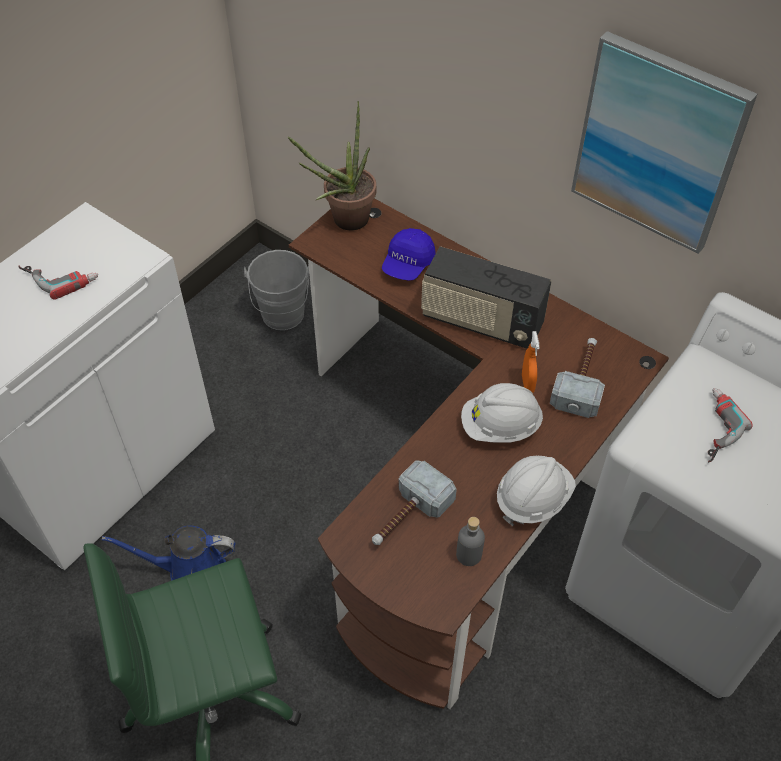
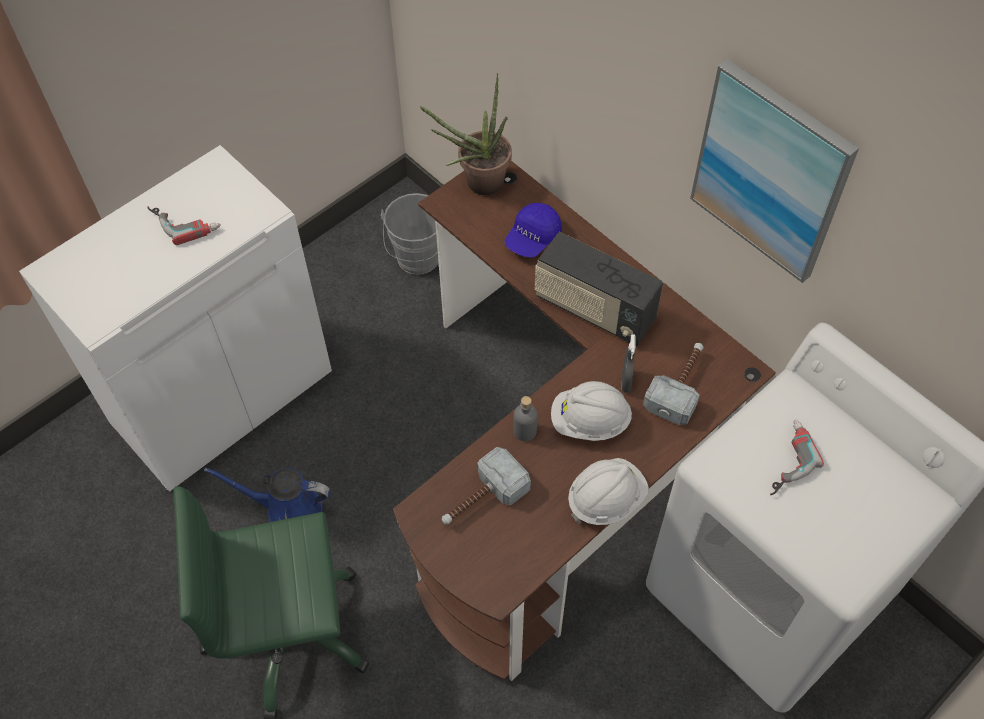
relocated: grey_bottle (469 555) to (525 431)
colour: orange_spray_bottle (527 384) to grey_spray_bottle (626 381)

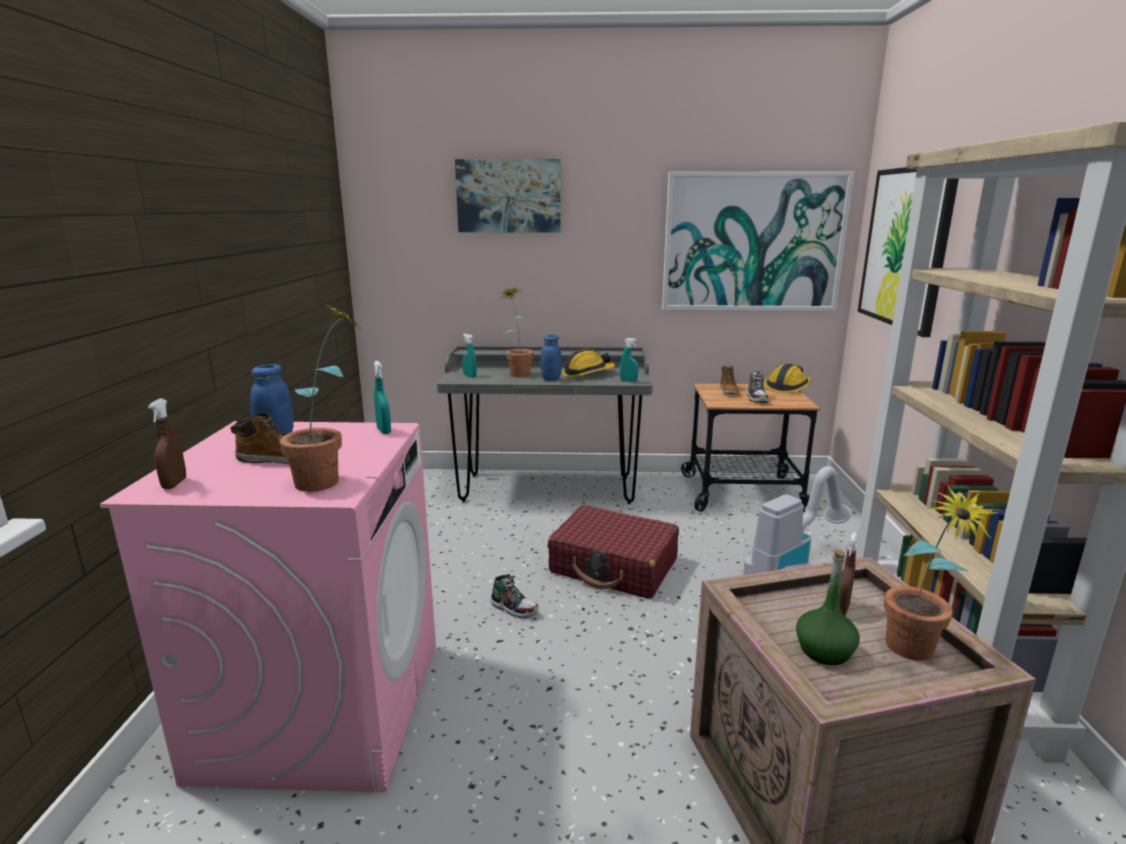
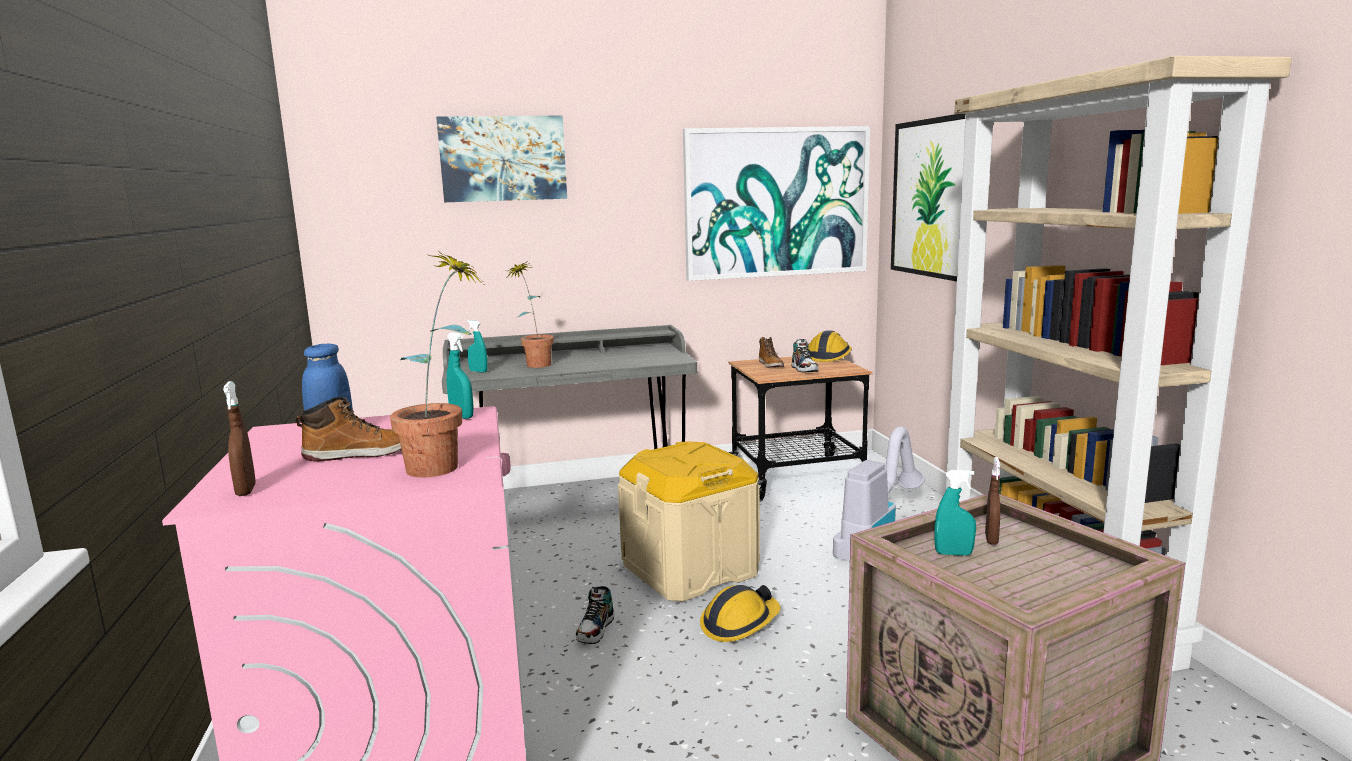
missing: blue_jar (551 379); green_bottle (824 651); potted_plant (914 655)
relocated: hard_hat (587 373) to (739 624); turquoise_spray_bottle (628 381) to (953 553)
exchanged: red_suitcase (614 566) to beige_storage_box (690 569)
spun: shoe (514 608) = (595 630) 90 degrees clockwise

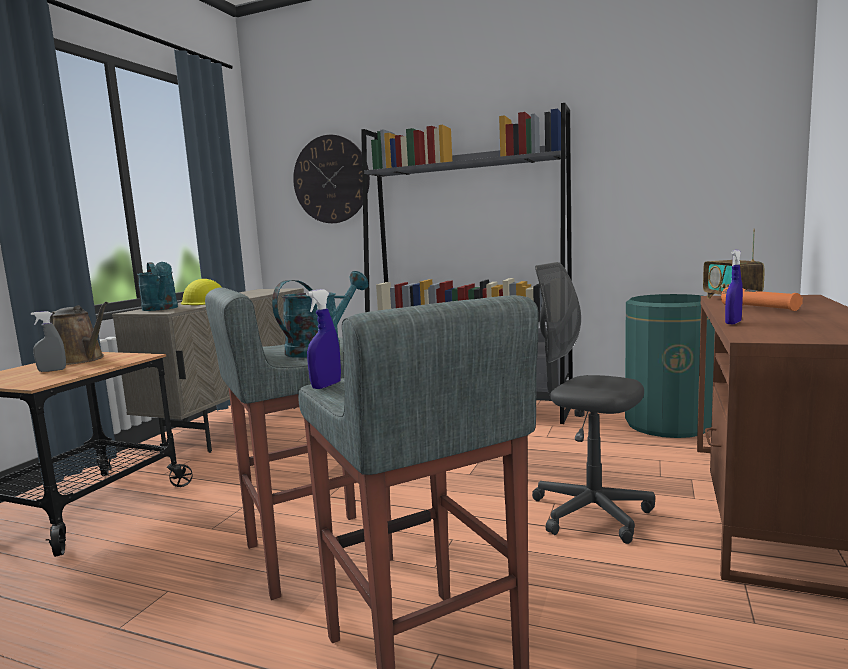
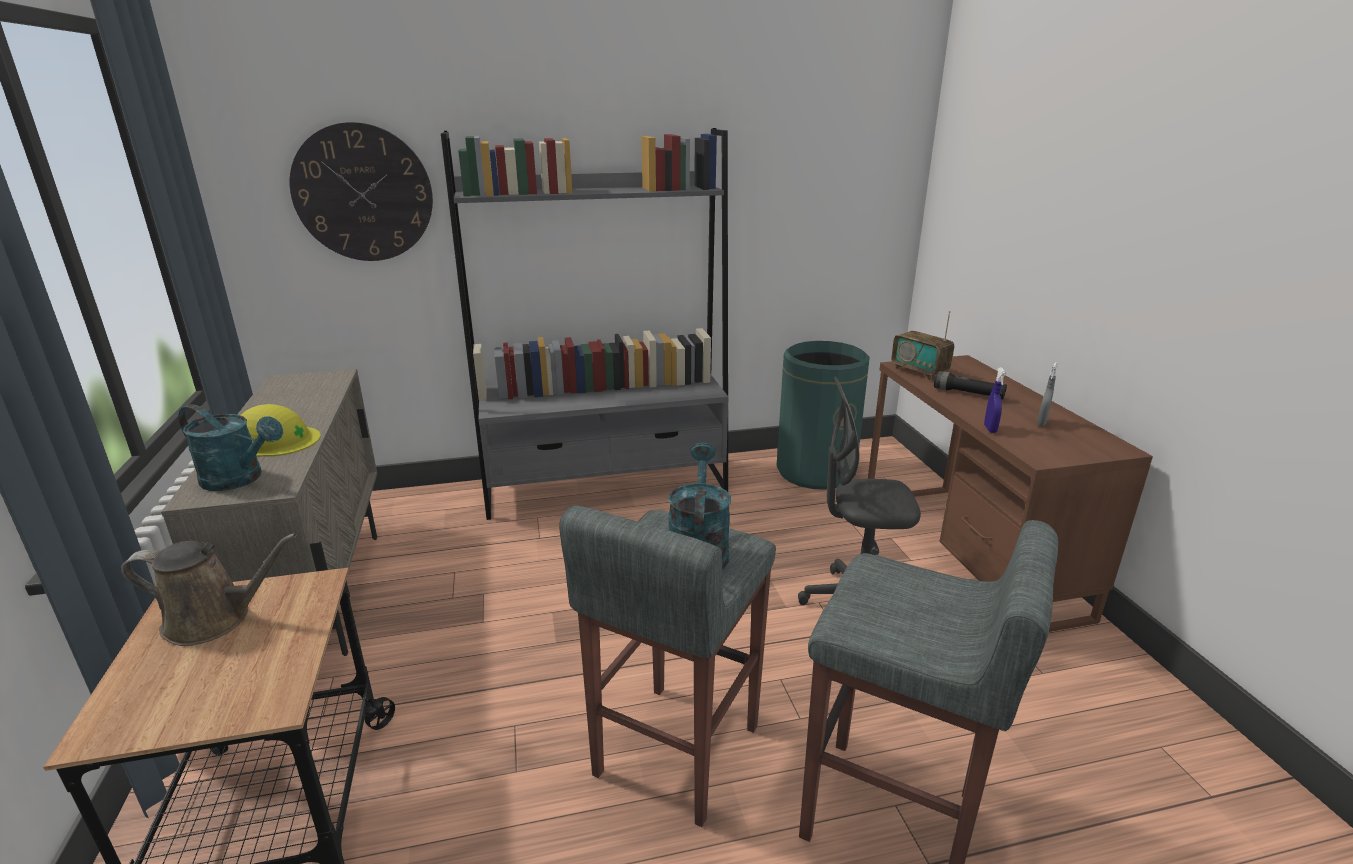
missing: blue_spray_bottle (326 385)
relocated: grey_spray_bottle (52 370) to (1041 423)
colour: orange_flashlight (759 309) to black_flashlight (968 394)

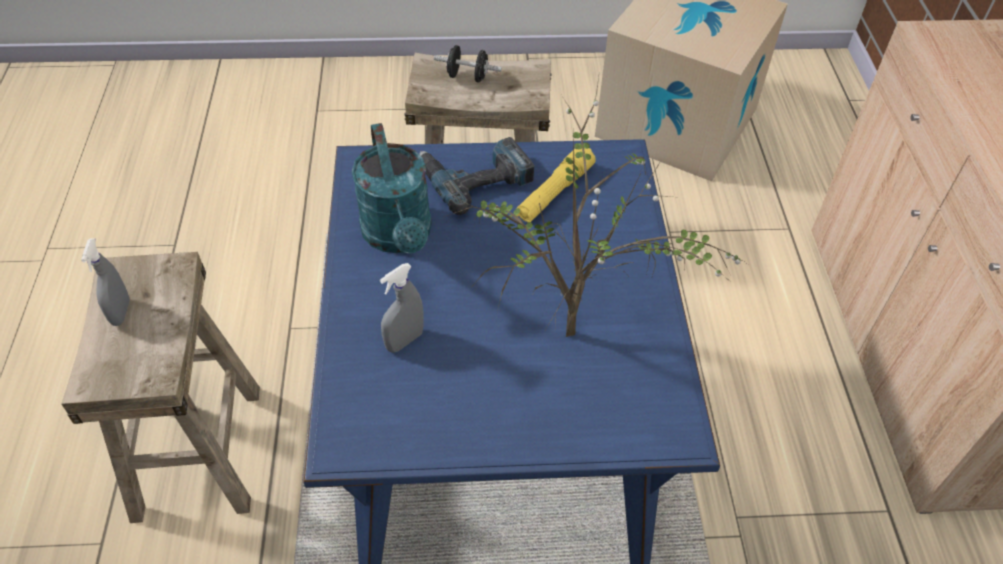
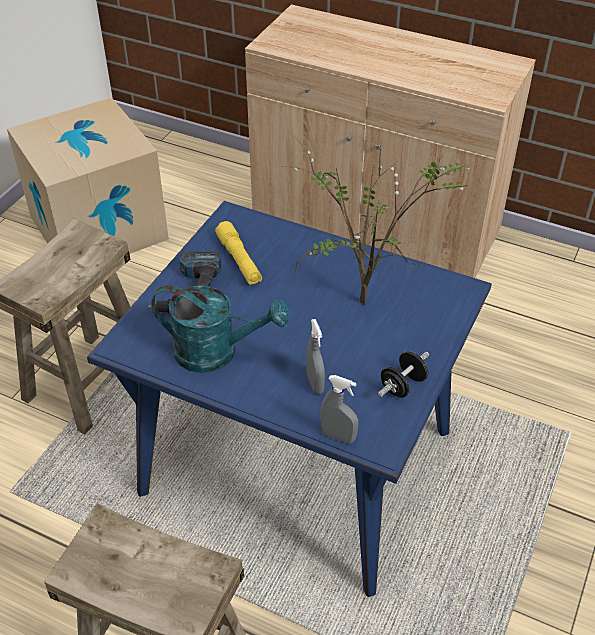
relocated: grey_spray_bottle (121 312) to (338 436); black_dumbbell (467 77) to (402 385)

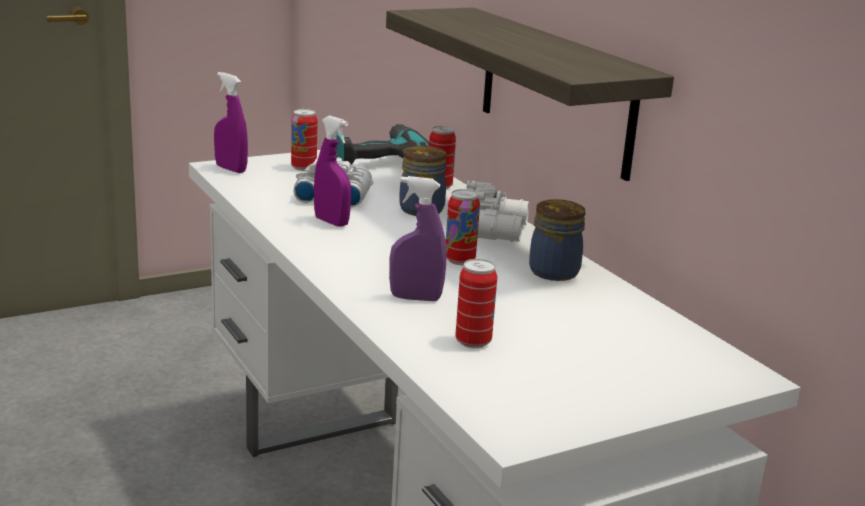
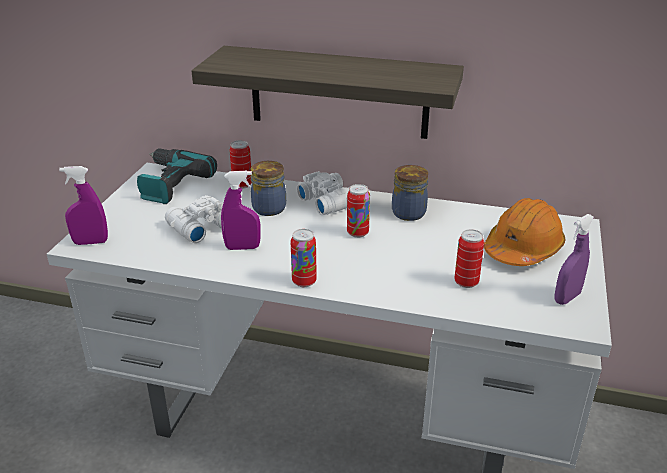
appeared: orange_hard_hat (523 249)
relocated: can (303 168) to (304 282); purple_spray_bottle (415 298) to (567 298)

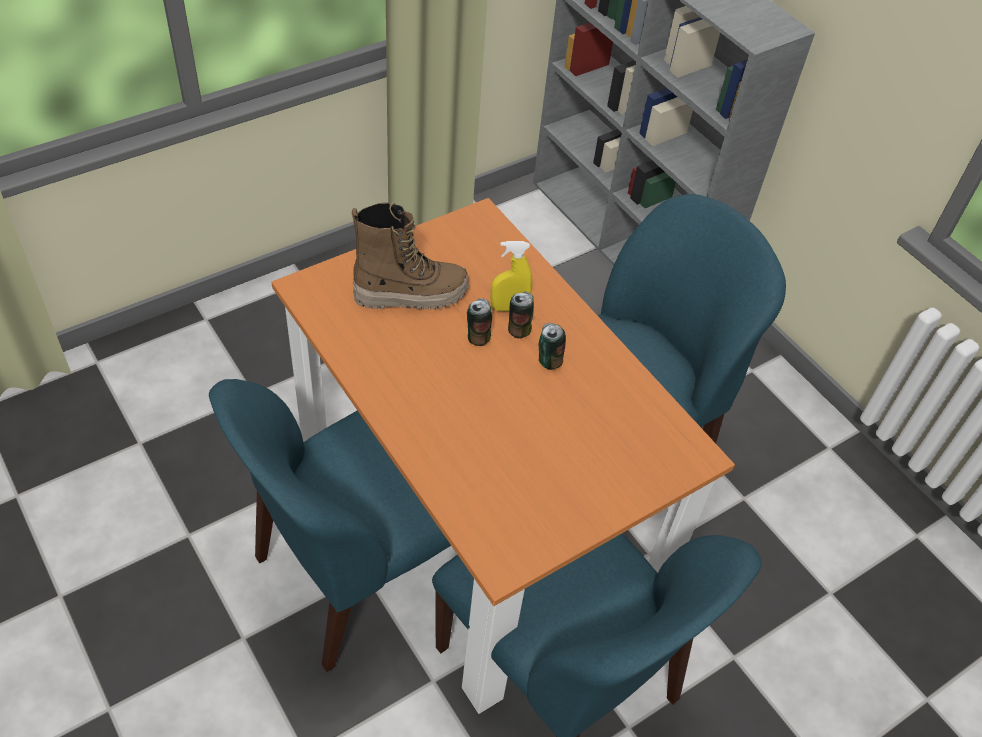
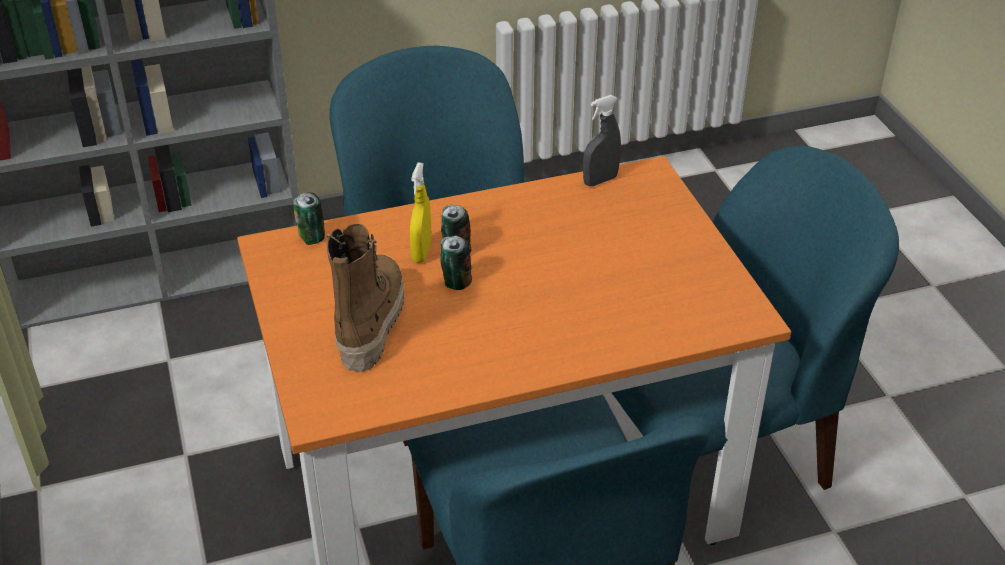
appeared: grey_spray_bottle (600 180)
relocated: can (548 361) to (311 238)

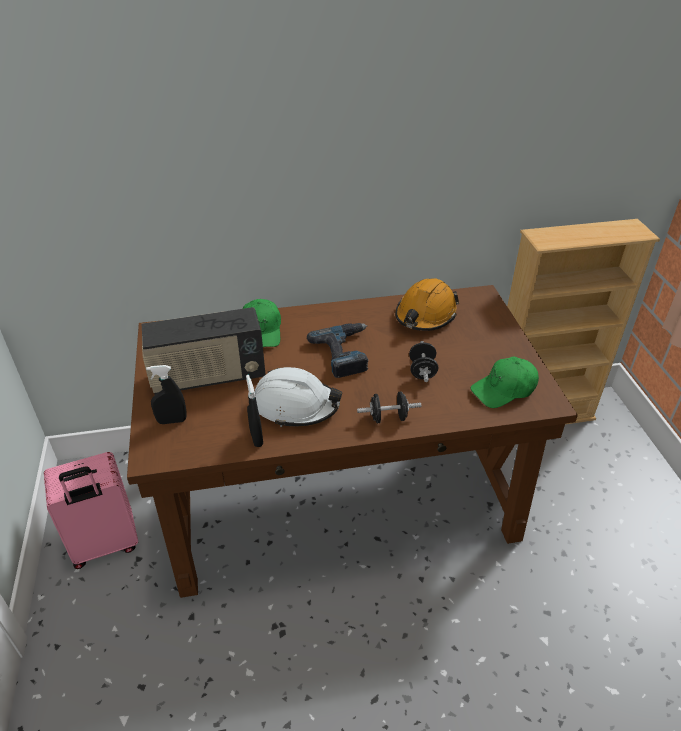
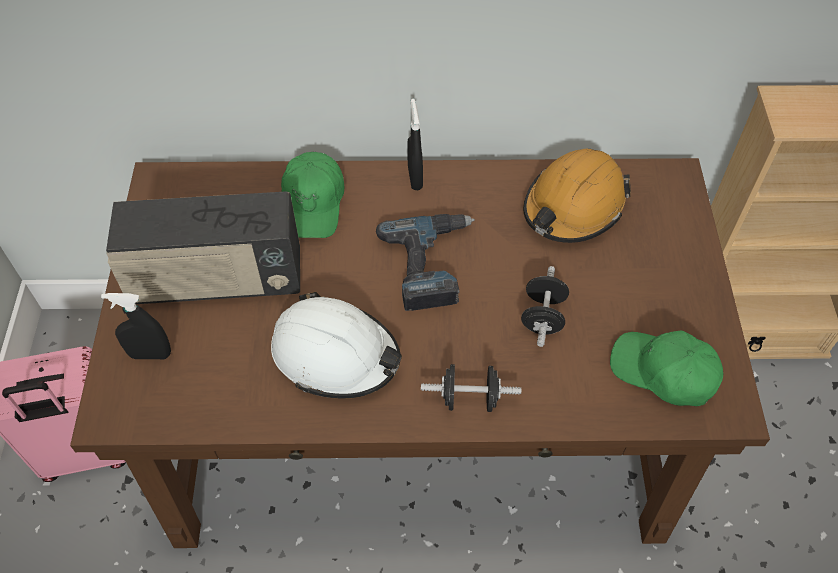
relocated: black_spray_bottle (256 438) to (415 178)
spun: green_cap (504 389) = (664 372) 45 degrees clockwise

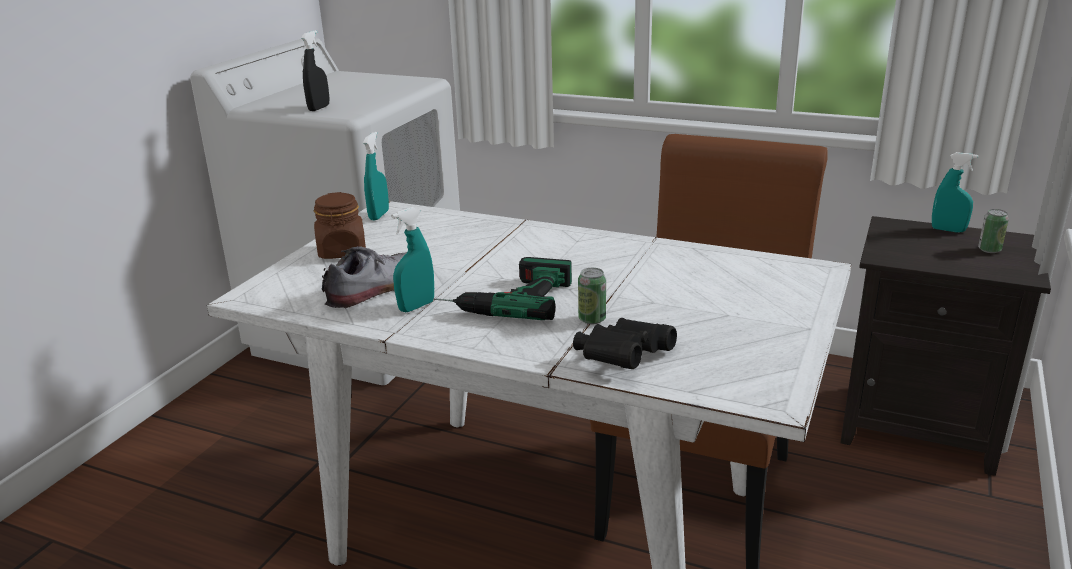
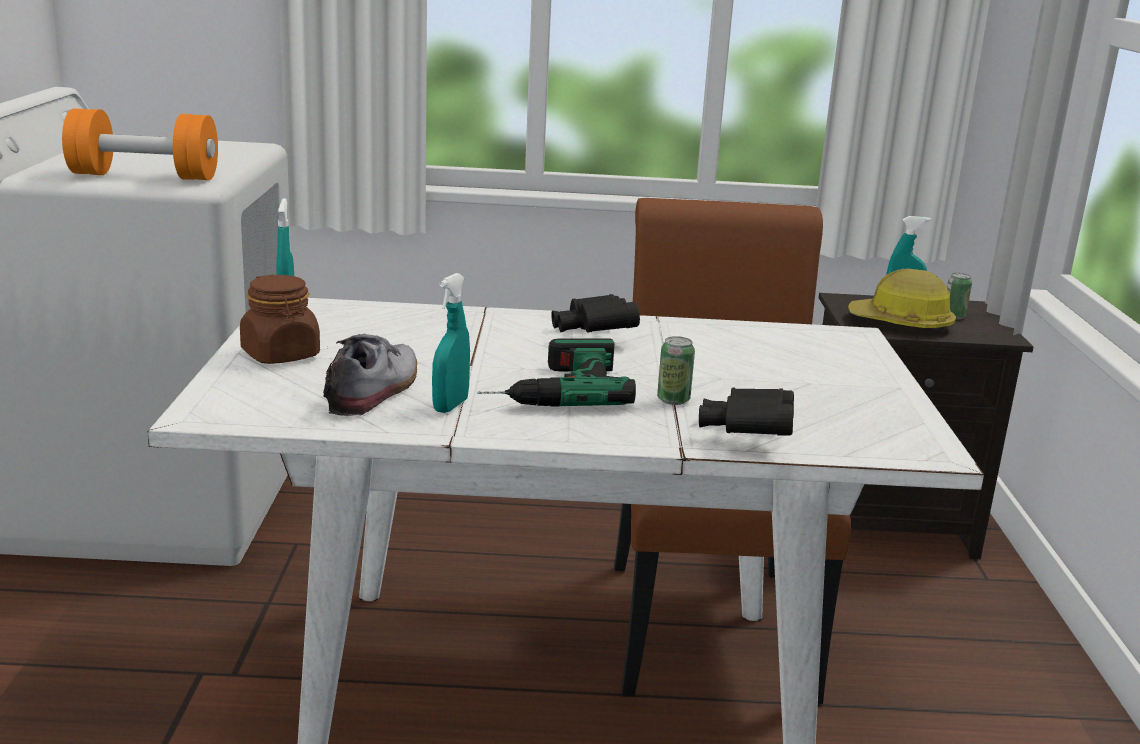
appeared: black_binoculars (593 334); hard_hat (901 324)
exchanged: black_spray_bottle (319 108) to orange_dumbbell (145 176)

